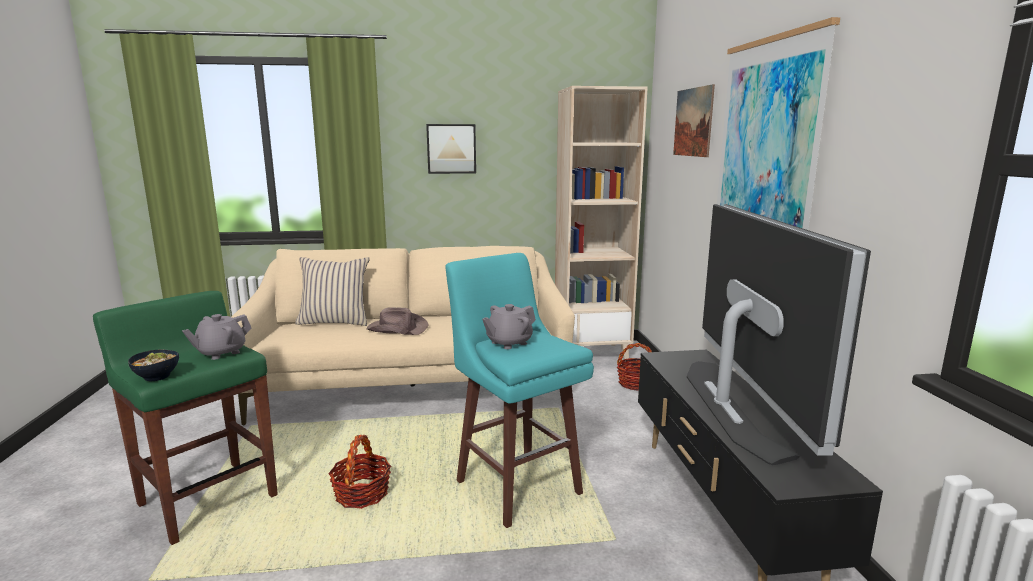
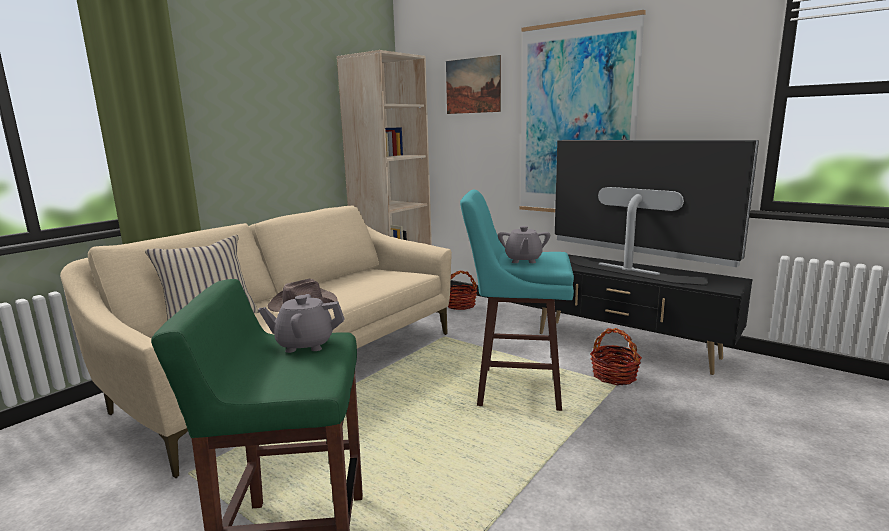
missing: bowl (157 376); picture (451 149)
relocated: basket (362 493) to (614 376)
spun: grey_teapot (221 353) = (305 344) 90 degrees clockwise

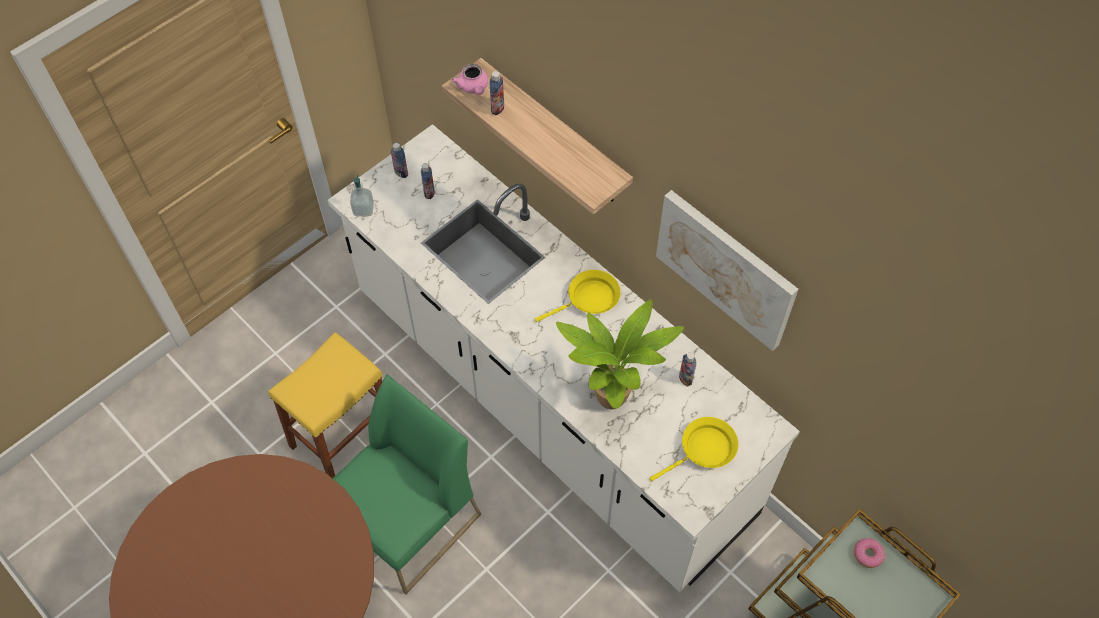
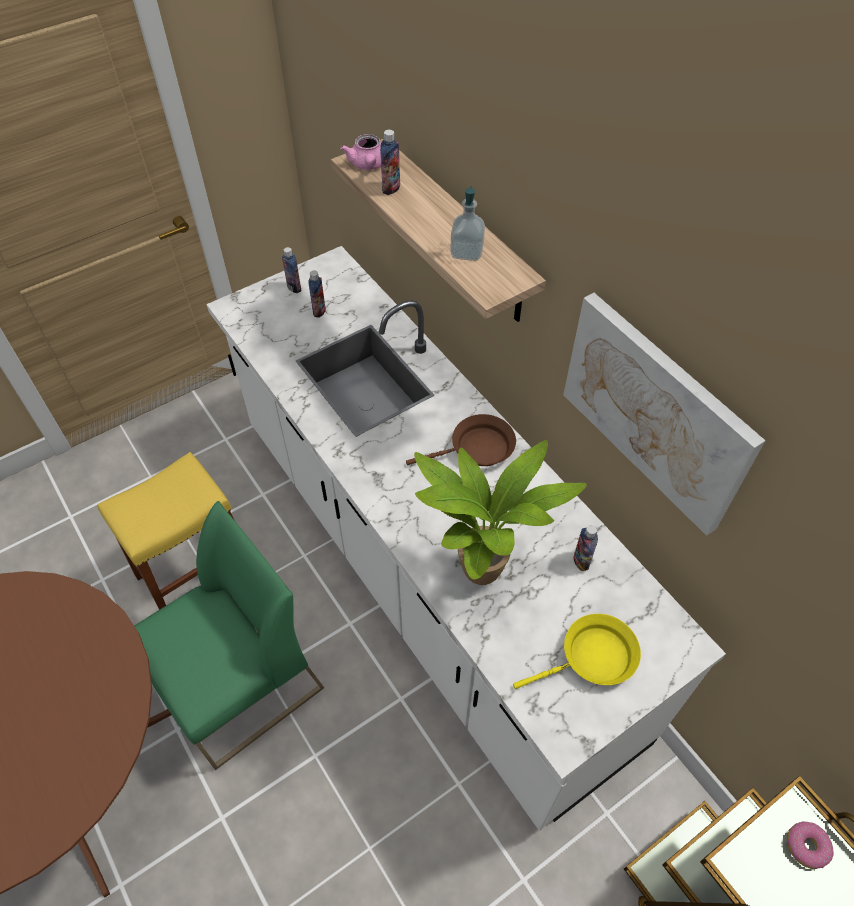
relocated: soap_dispenser (363 209) to (466 252)
colour: yellow_frying_pan (589 299) to brown_frying_pan (477 449)

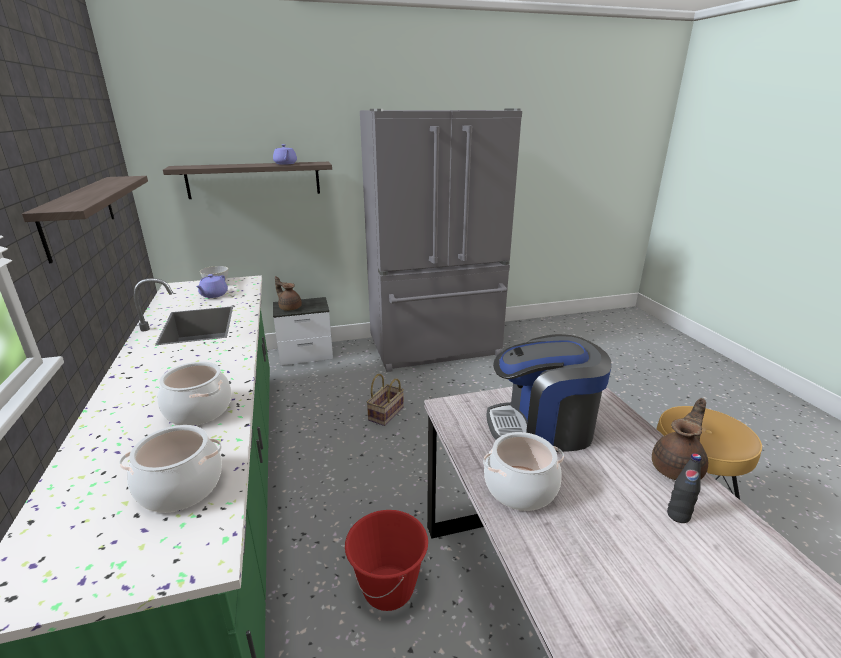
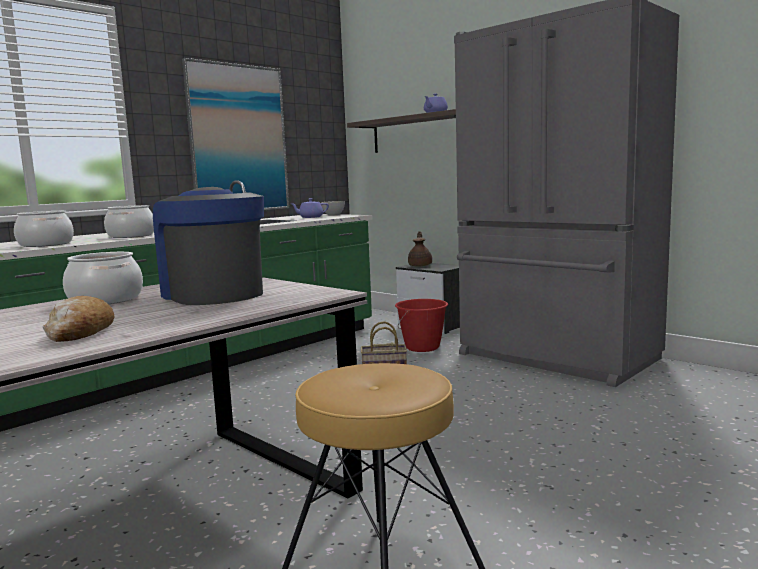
missing: brown_teapot (678 468)
relocated: red_bucket (389 588) to (422 347)
exchanged: shelf (79 214) to picture (238 139); black_bottle (678 515) to bread (80 332)

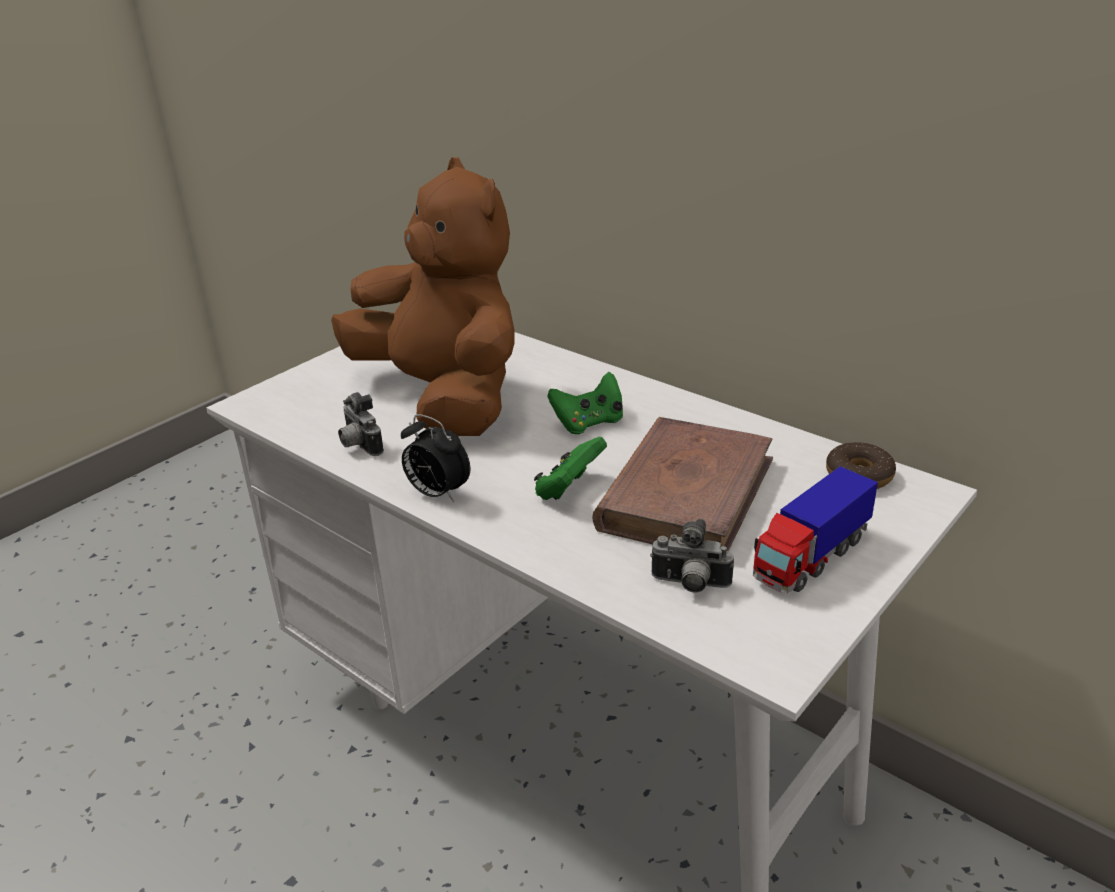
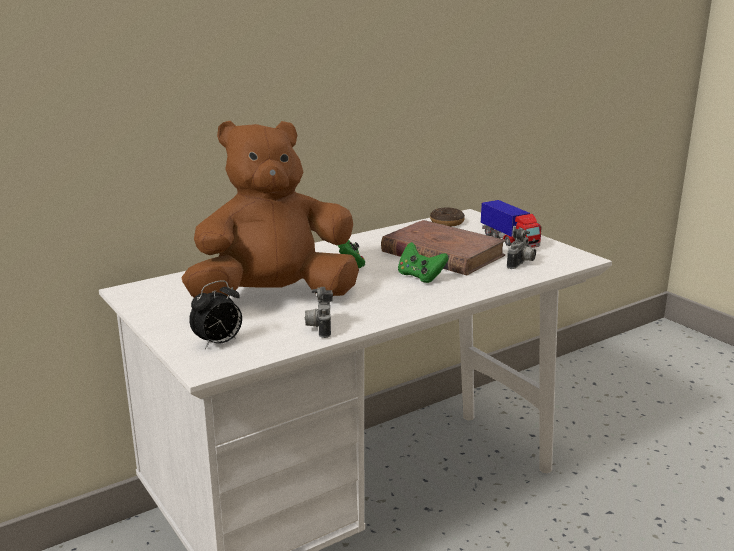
relocated: alarm_clock (437 493) to (218 343)
spun: photo_camera (359 445) = (319 328) 105 degrees clockwise

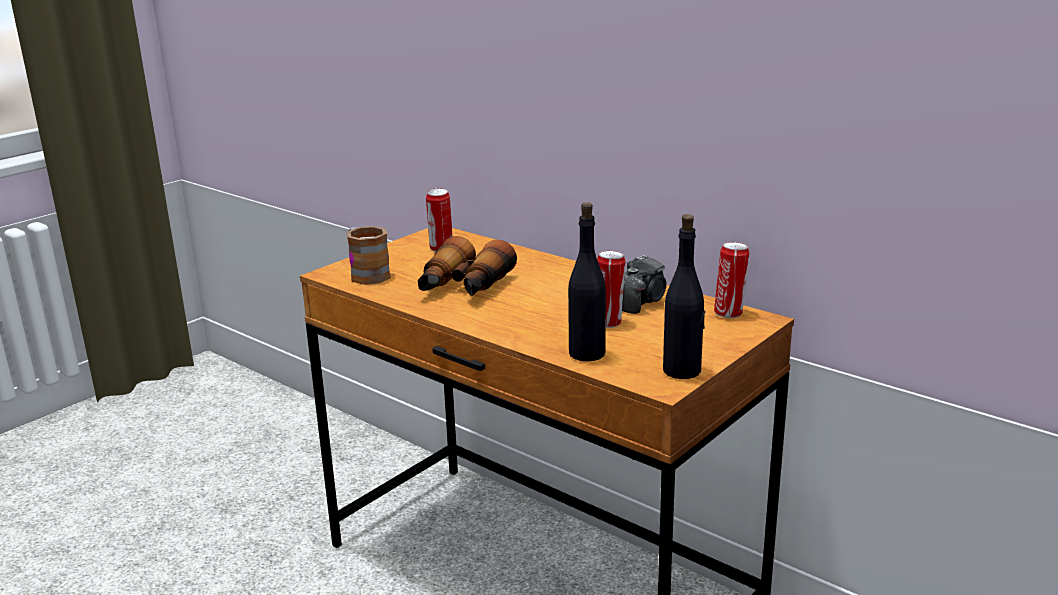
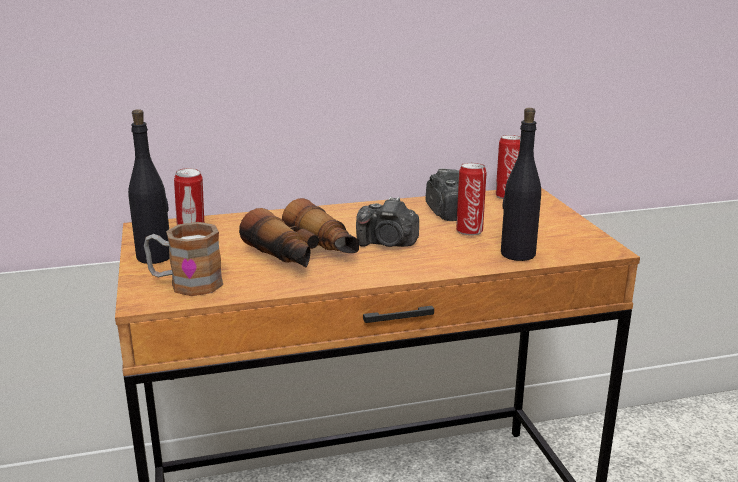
appeared: photo_camera (388 243)
relocated: black_bottle (682 371) to (155 257)

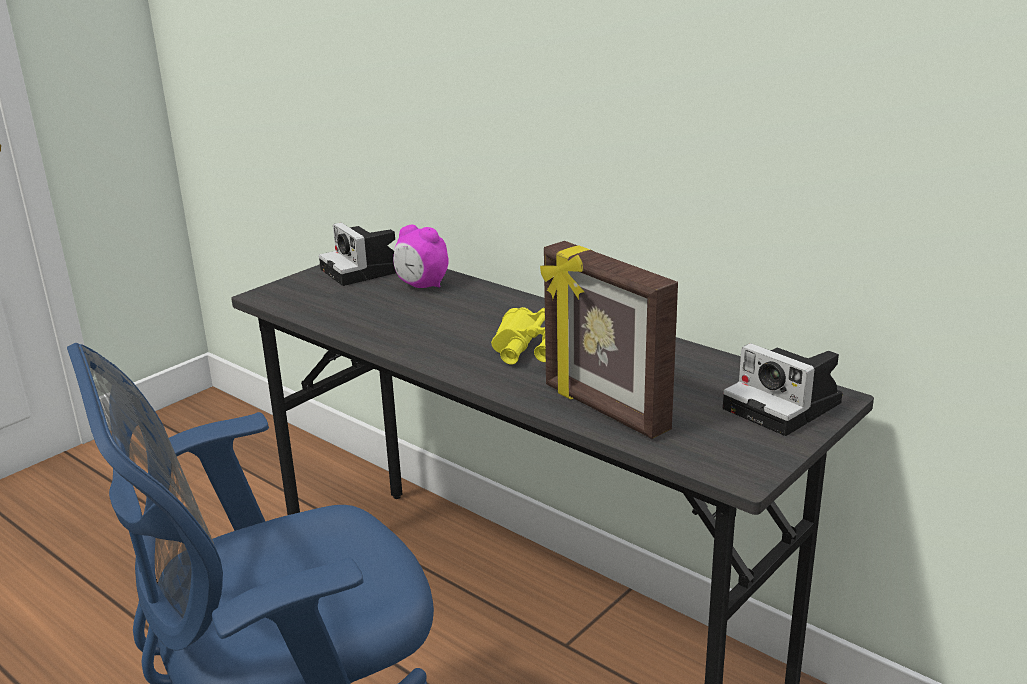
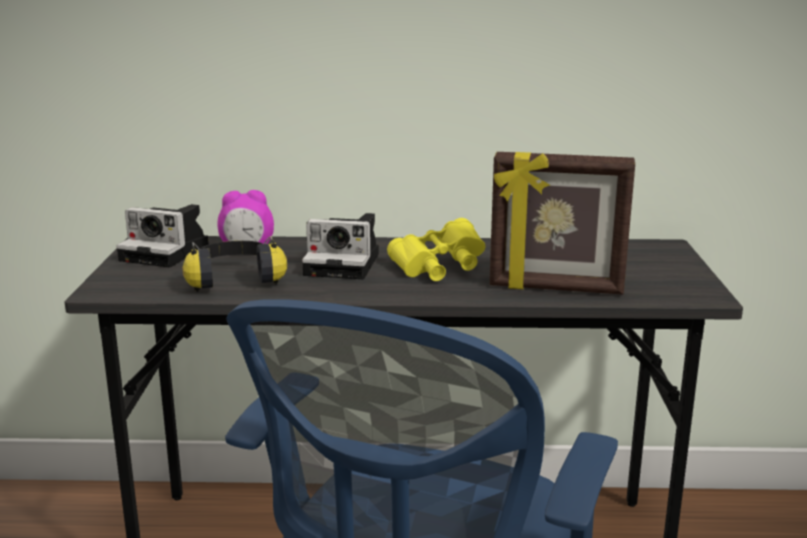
appeared: headphones (235 280)
relocated: photo_camera (786 407) to (346 264)

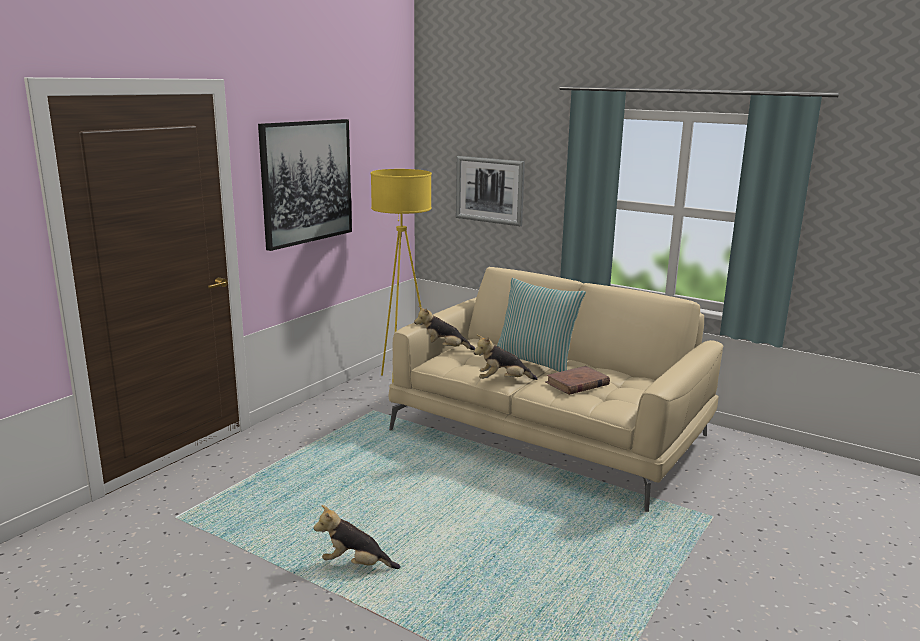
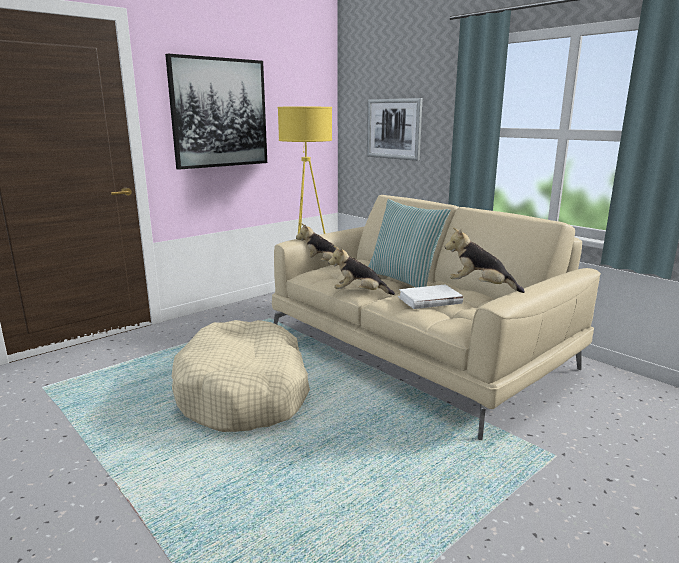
appeared: beige_dog_bed (244 392)
relocated: plush_toy (356 564) to (480 287)
colour: brown_book (577 384) to white_book (429 300)

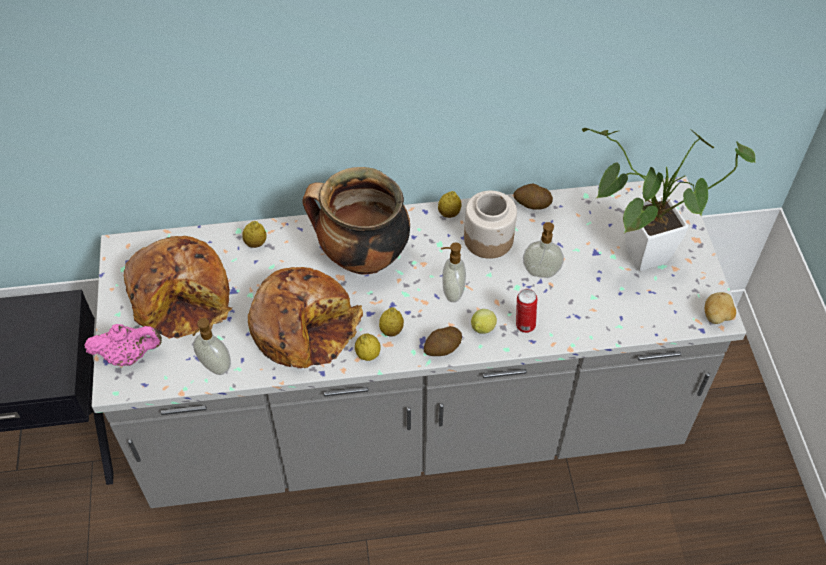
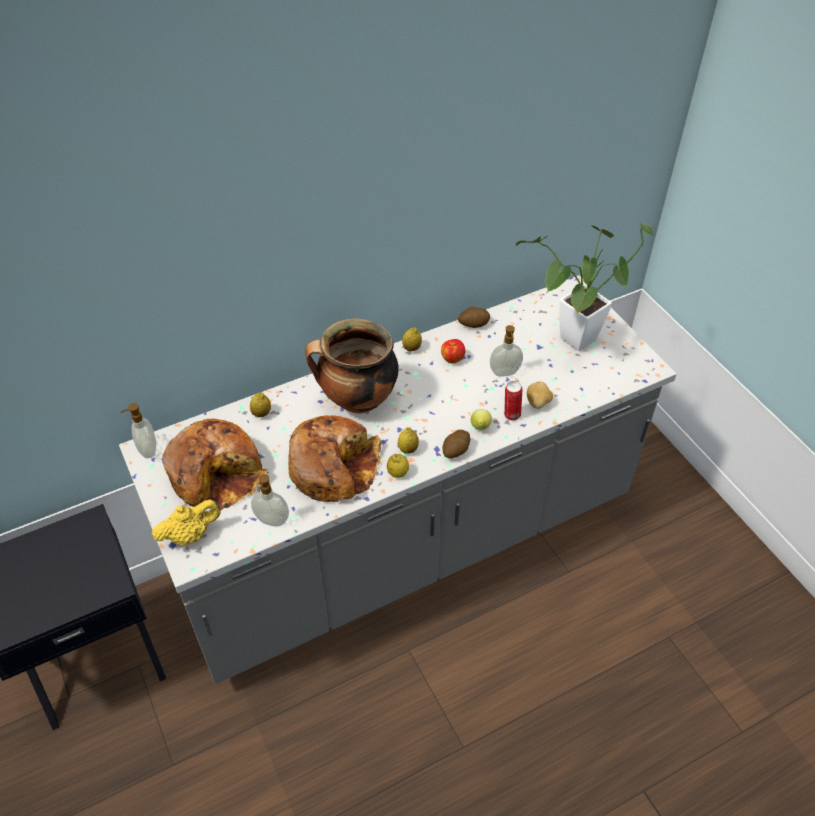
relocated: soap_dispenser (452 292) to (147 450); potato (716 317) to (538 403)
exchanged: jar (489 239) to apple (452 358)
colour: pink_teapot (129 355) to yellow_teapot (190 535)

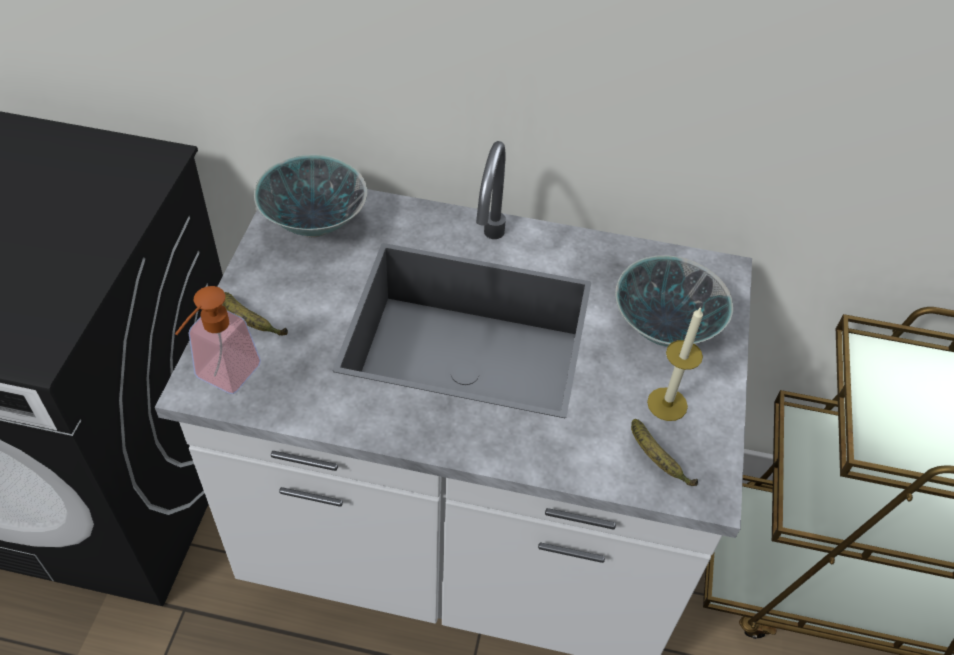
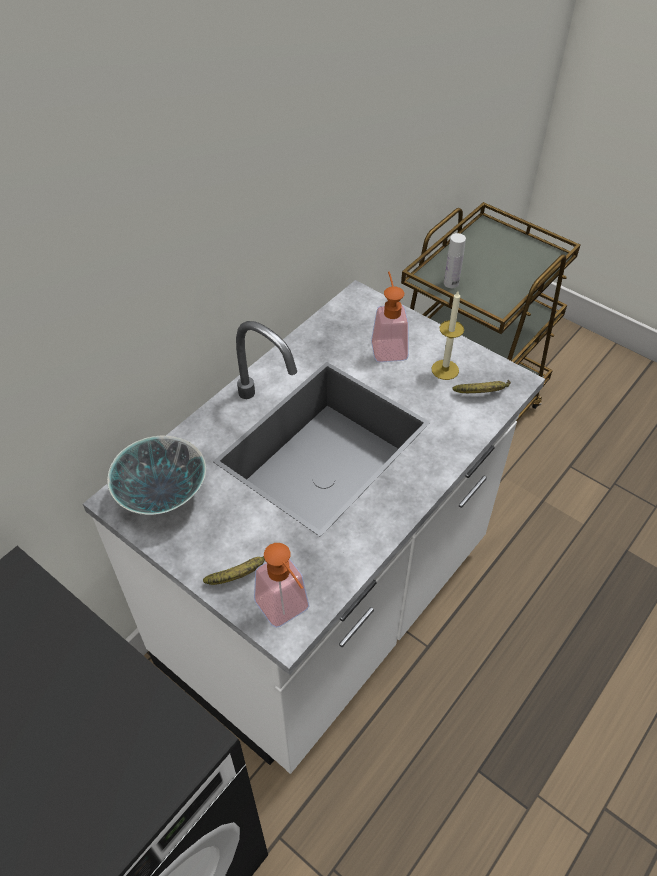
appeared: white_bottle (451 283)
exchanged: bowl (663 330) to soap_dispenser (388 345)

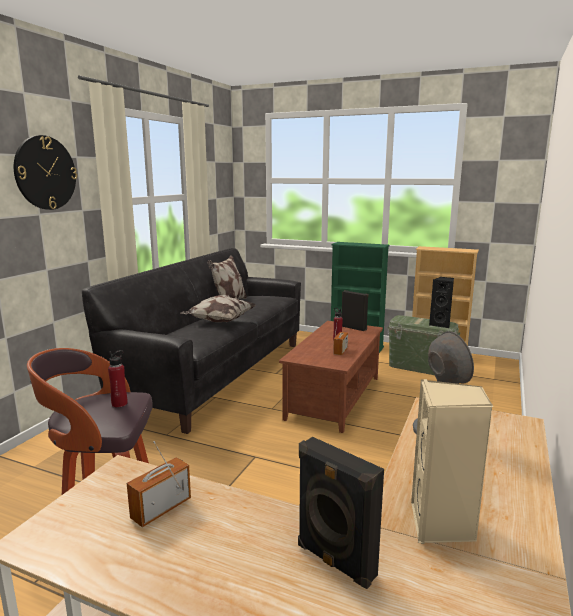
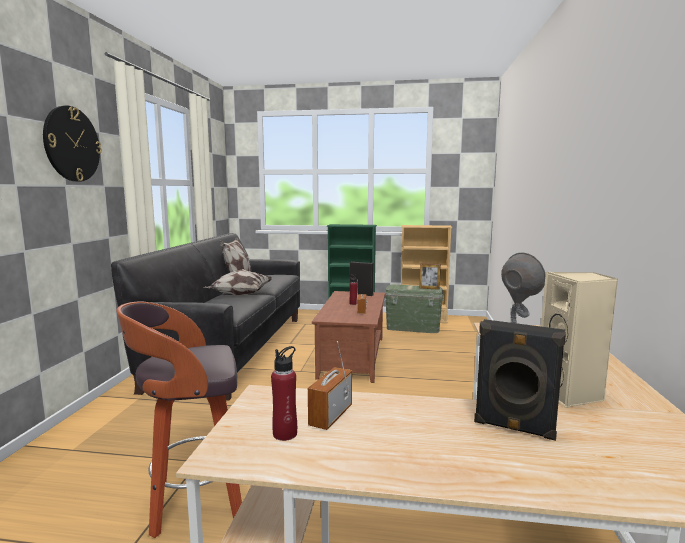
relocated: red_bottle (119 404) to (285 434)
exchanged: black_speaker (441 324) to picture_frame (429 288)

